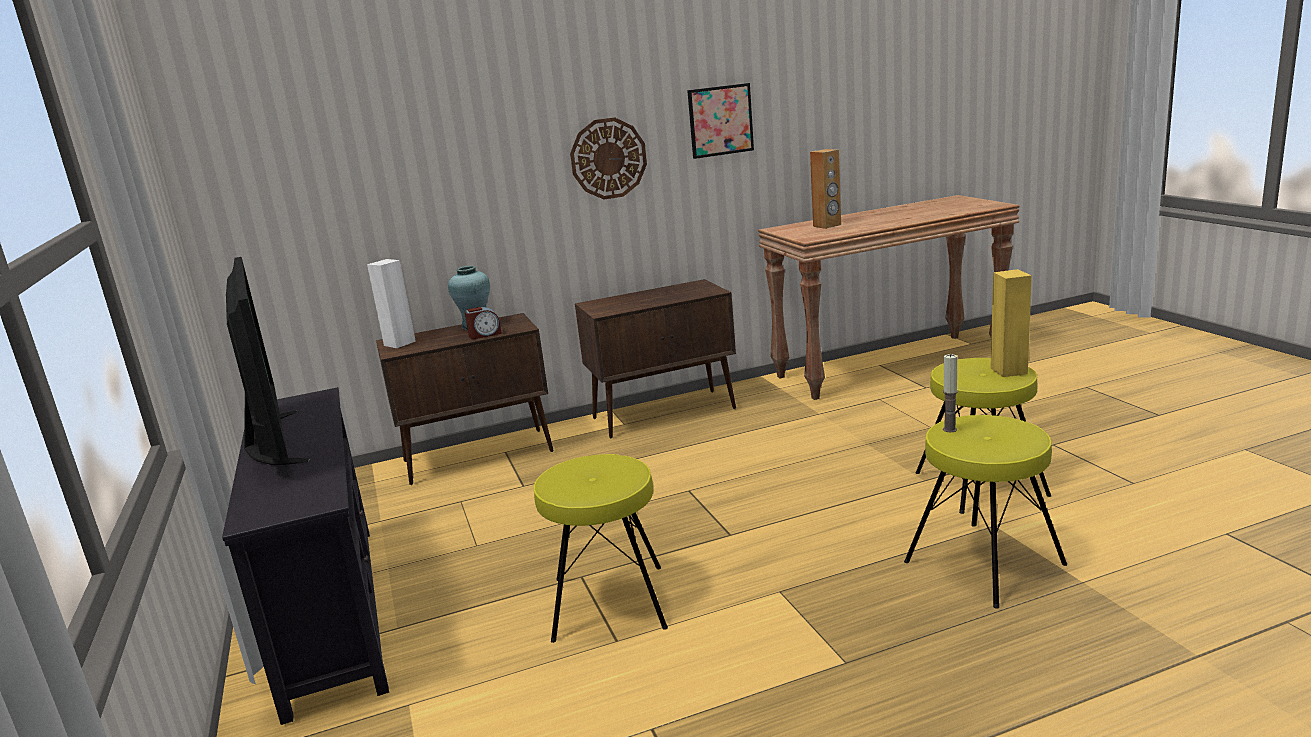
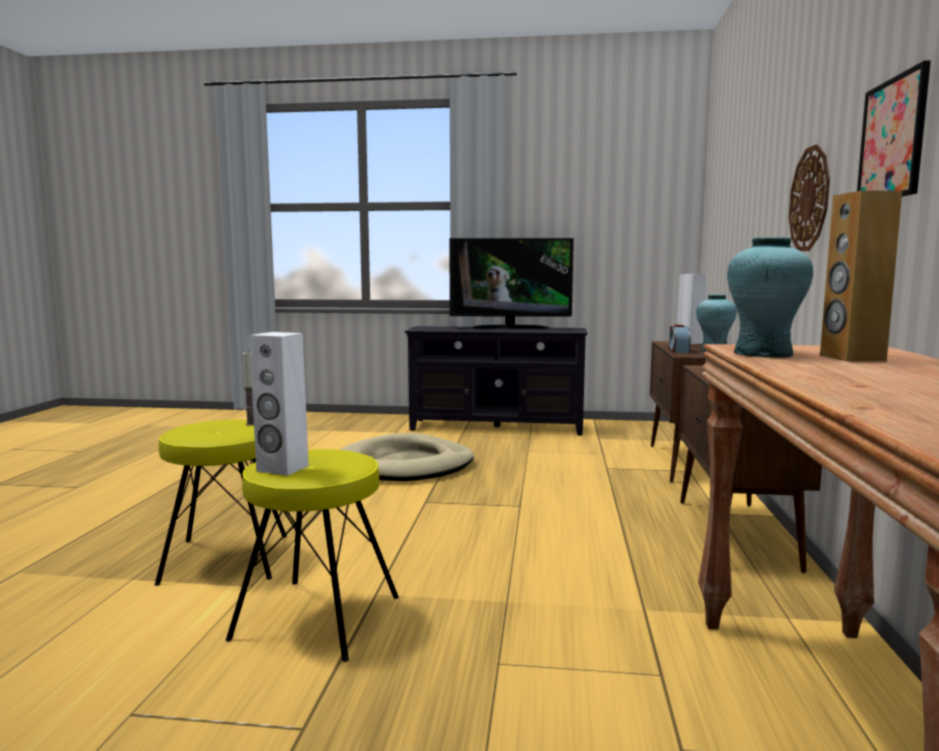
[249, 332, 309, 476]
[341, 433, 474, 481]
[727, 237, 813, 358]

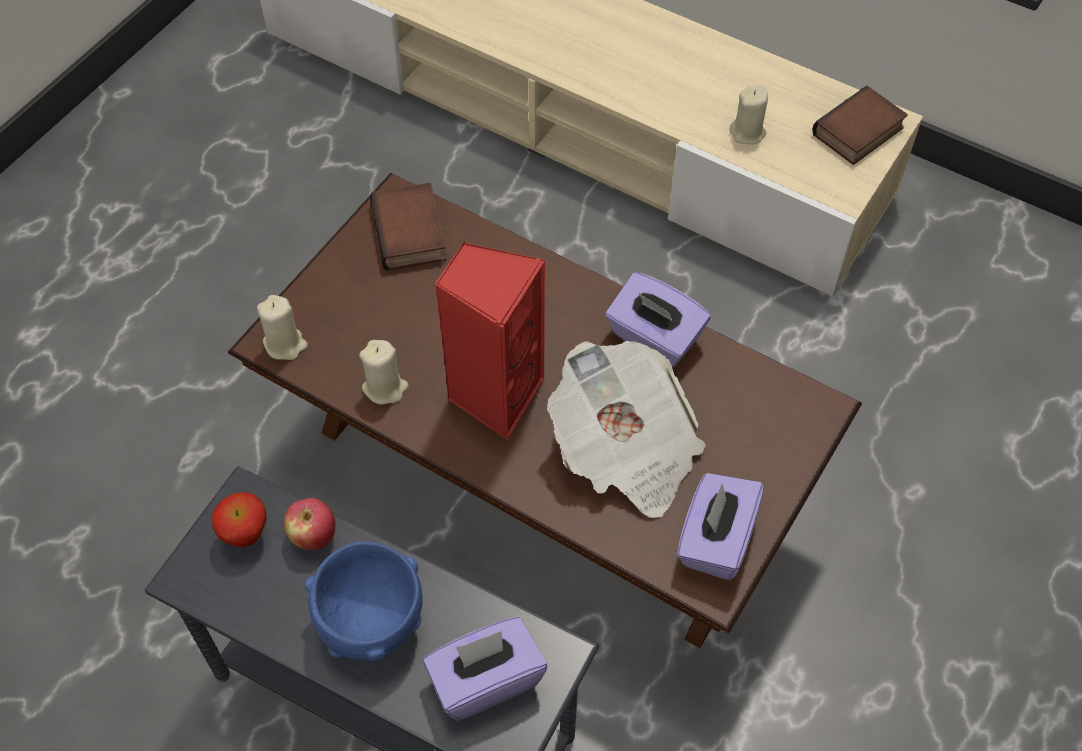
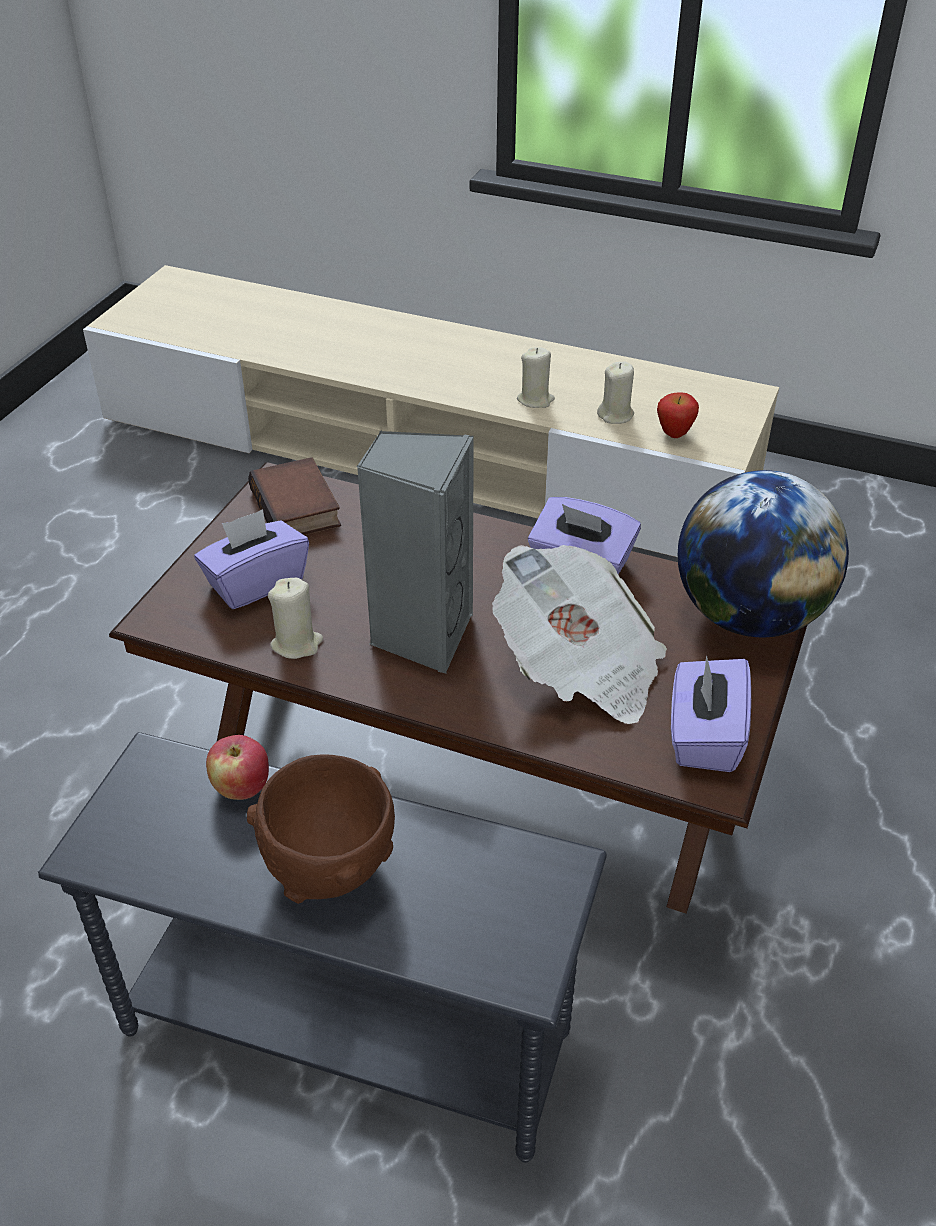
[812, 85, 908, 165] (first image)
[357, 429, 474, 674]
[517, 347, 555, 408]
[657, 392, 699, 438]
[247, 754, 395, 904]
[194, 509, 309, 609]
[678, 470, 849, 637]

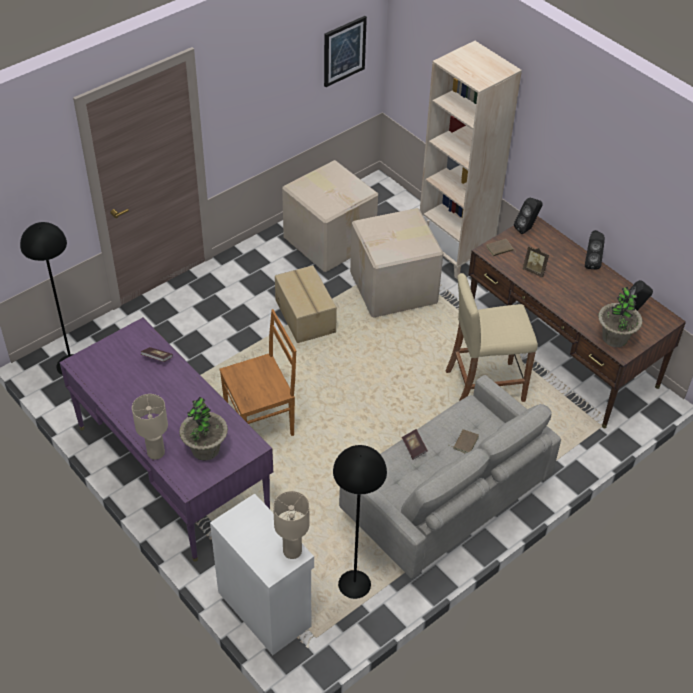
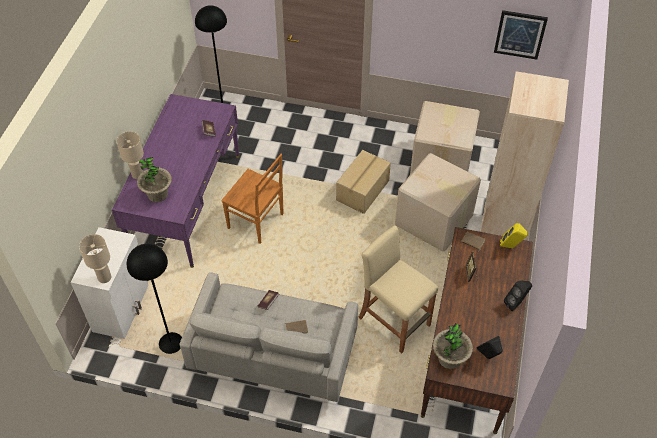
[500, 223, 528, 248]

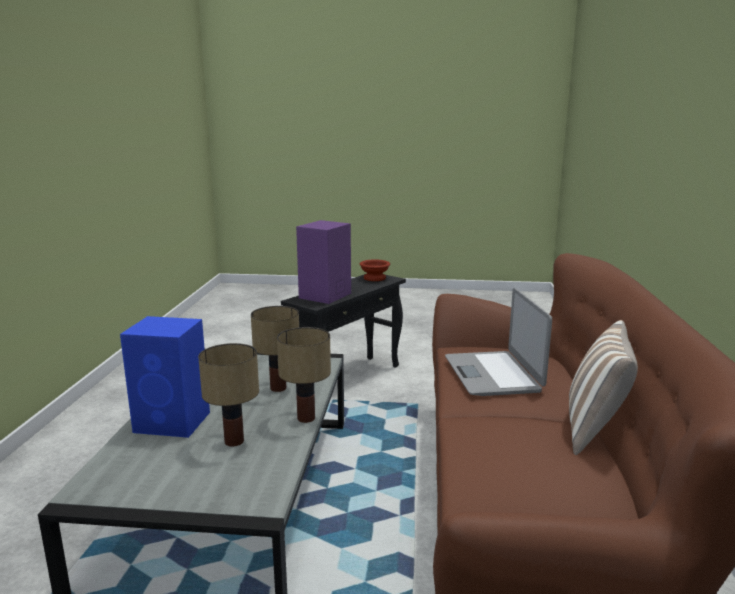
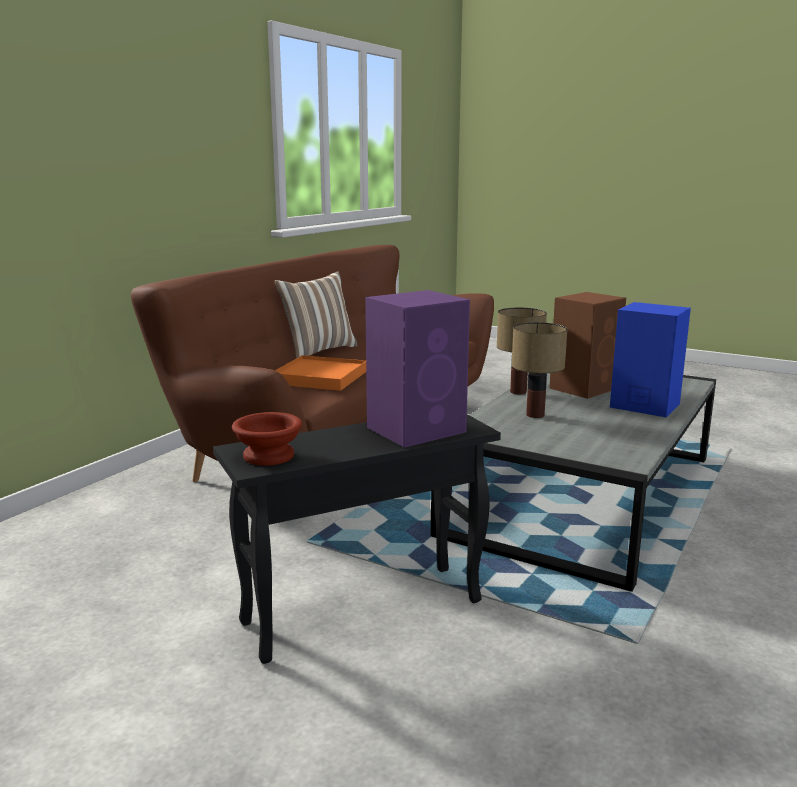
[275, 355, 366, 391]
[549, 292, 626, 399]

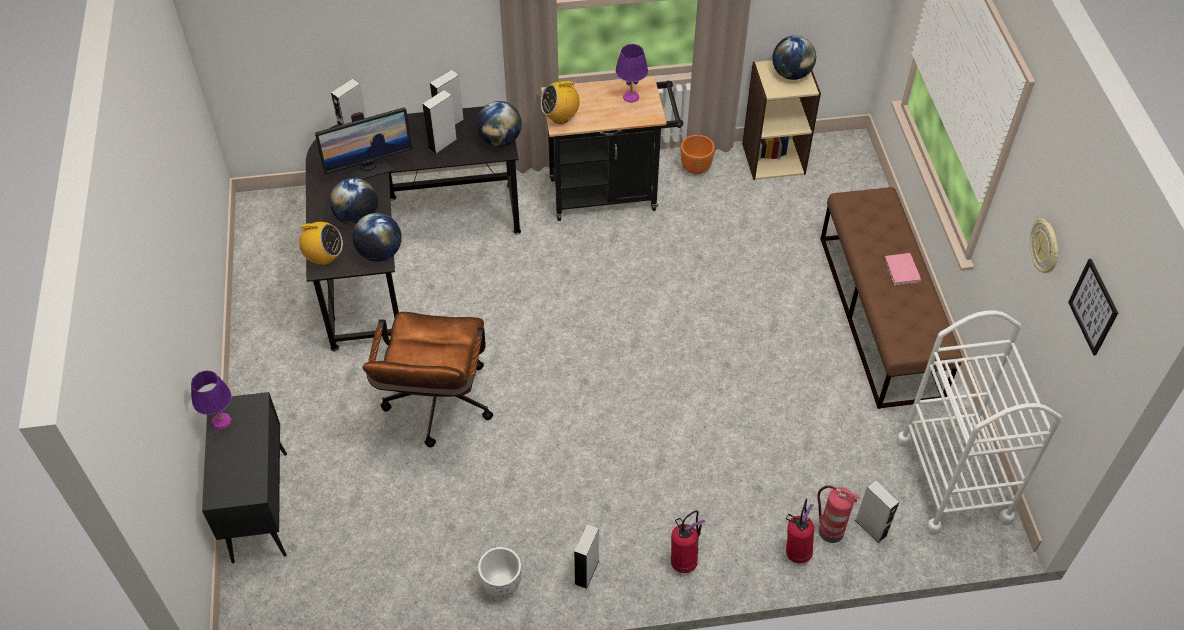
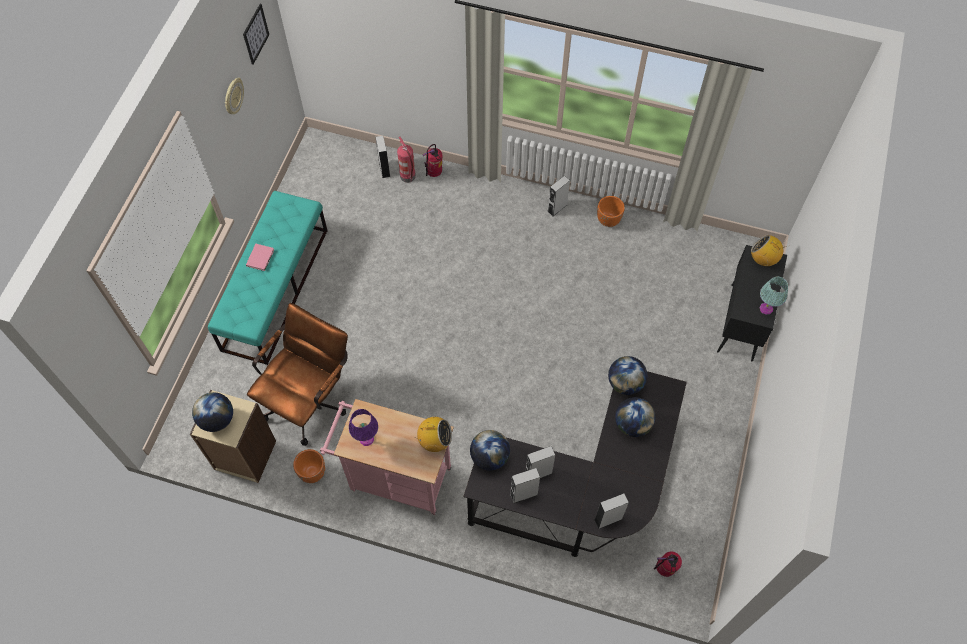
[320, 399, 454, 515]
[315, 107, 412, 179] (first image)
[208, 191, 327, 365]
[751, 235, 787, 266]
[896, 310, 1062, 535] (first image)
[247, 303, 348, 446]
[760, 277, 788, 315]
[654, 551, 682, 577]
[597, 196, 625, 227]

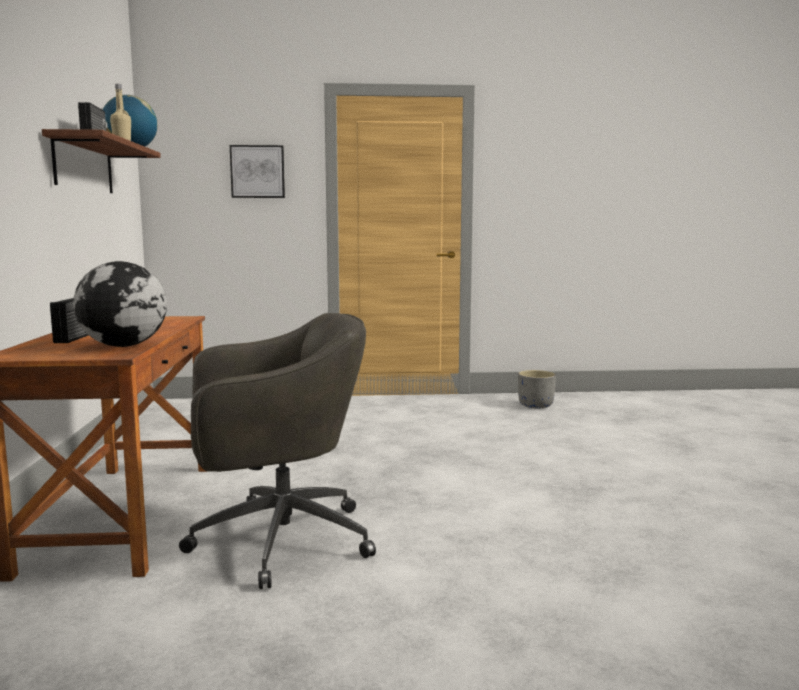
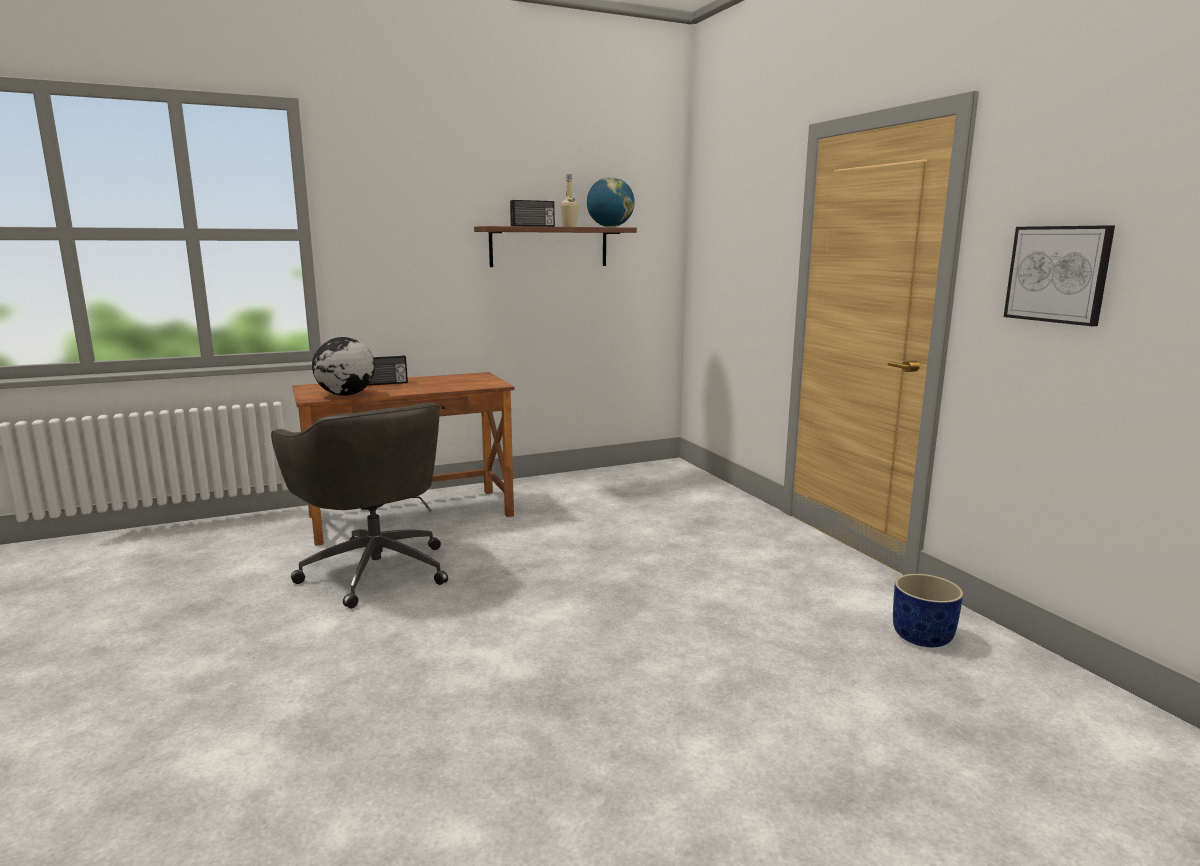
[1004, 225, 1115, 326]
[893, 574, 963, 647]

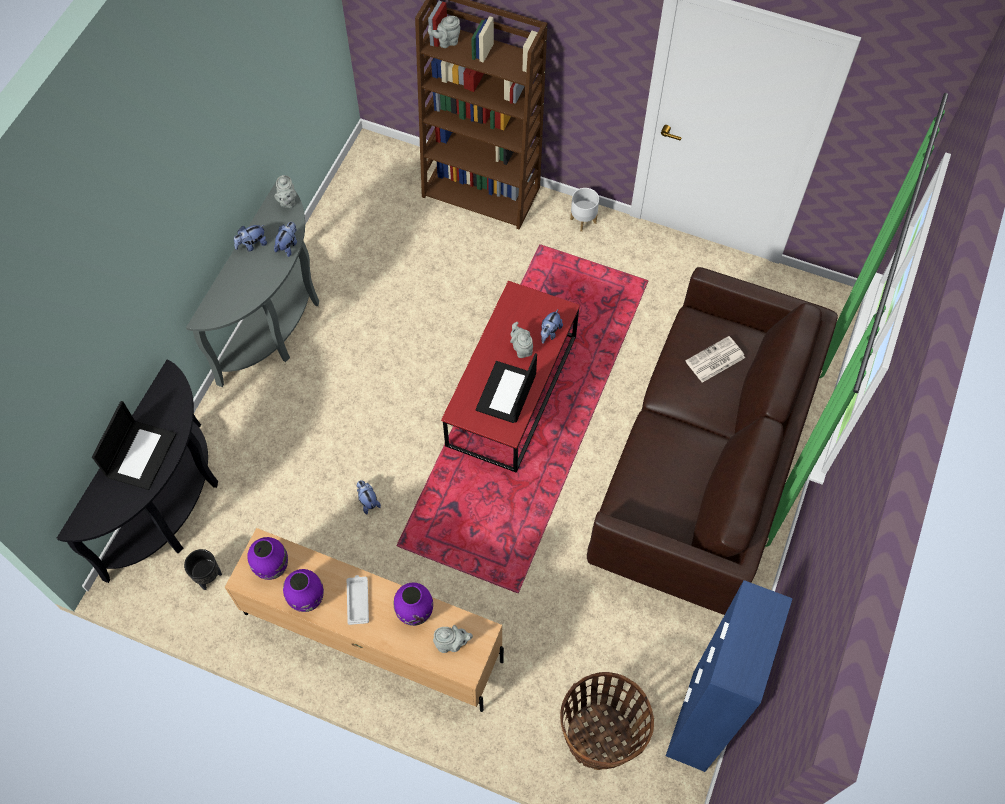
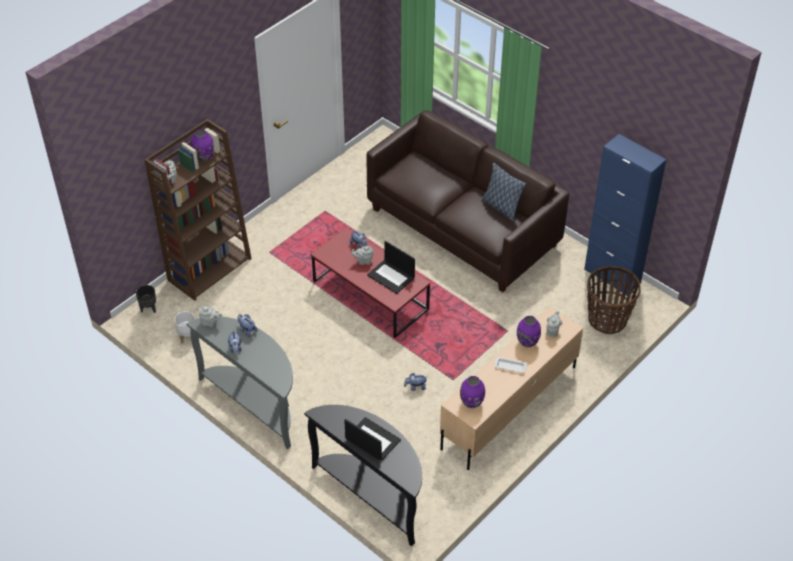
[174, 311, 195, 343]
[686, 336, 745, 383] (first image)
[136, 285, 156, 313]
[191, 130, 214, 162]
[482, 163, 526, 222]

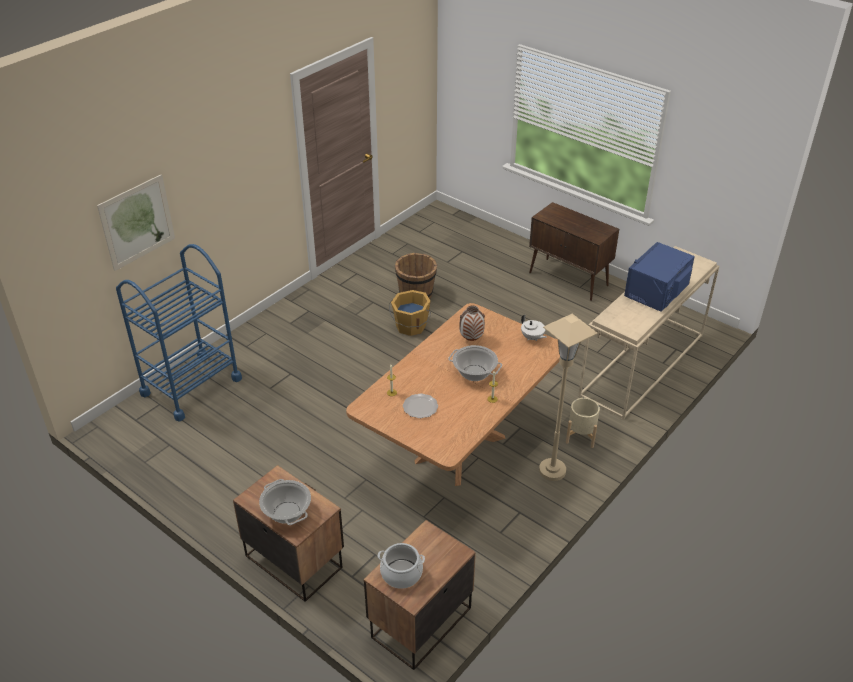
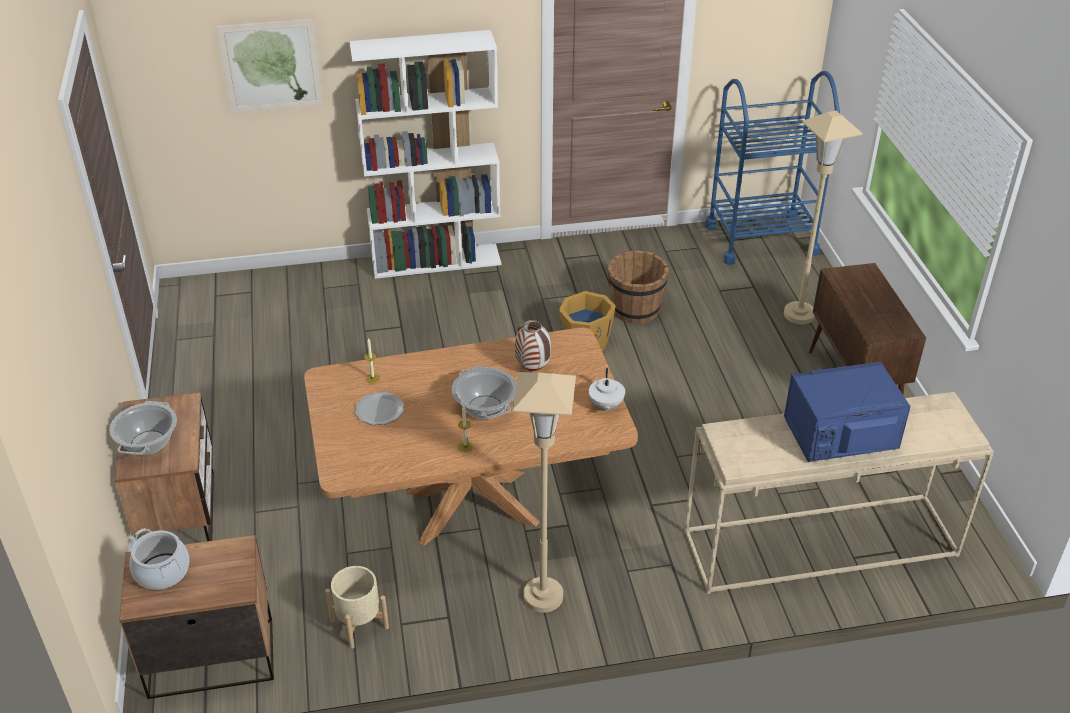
[705, 71, 840, 265]
[325, 566, 389, 649]
[349, 30, 502, 279]
[784, 111, 863, 324]

